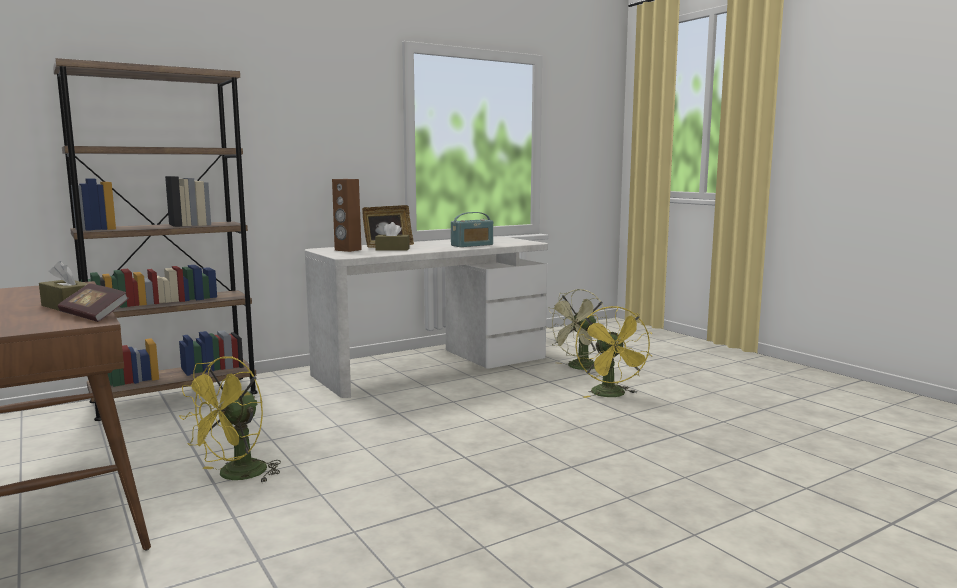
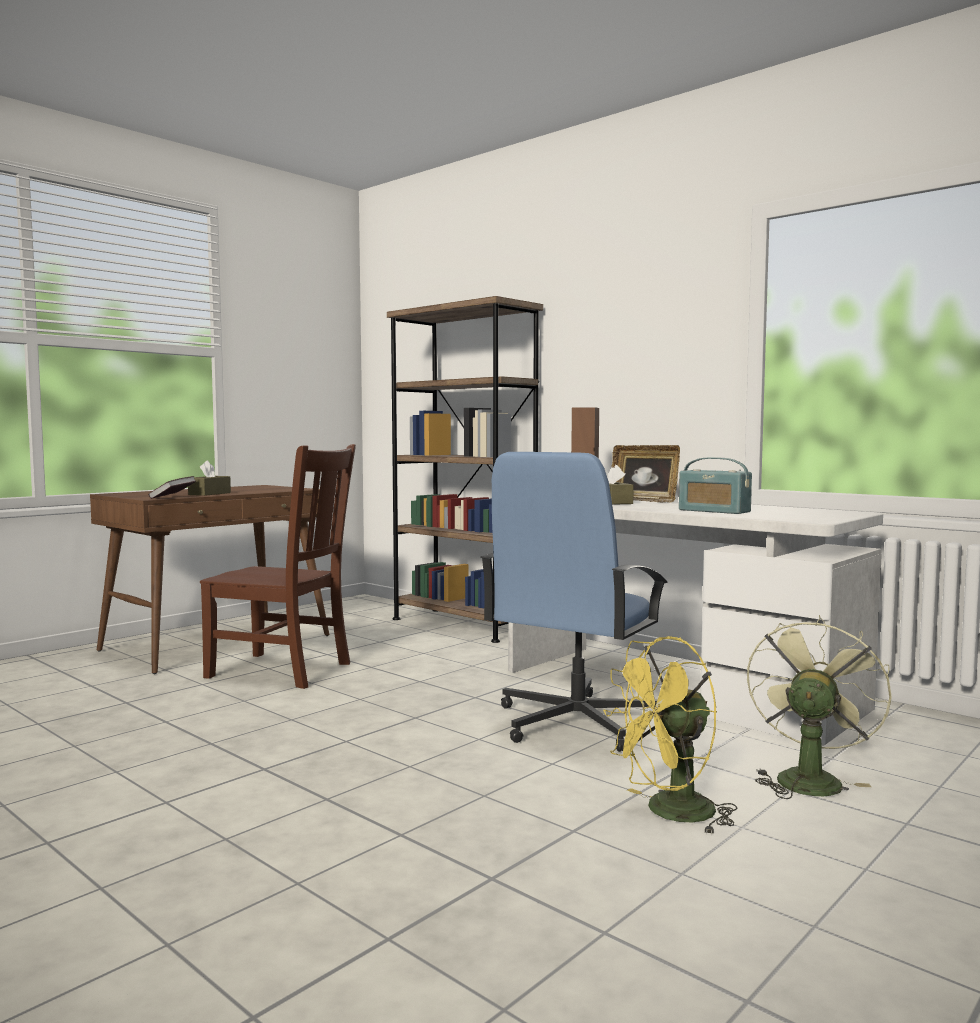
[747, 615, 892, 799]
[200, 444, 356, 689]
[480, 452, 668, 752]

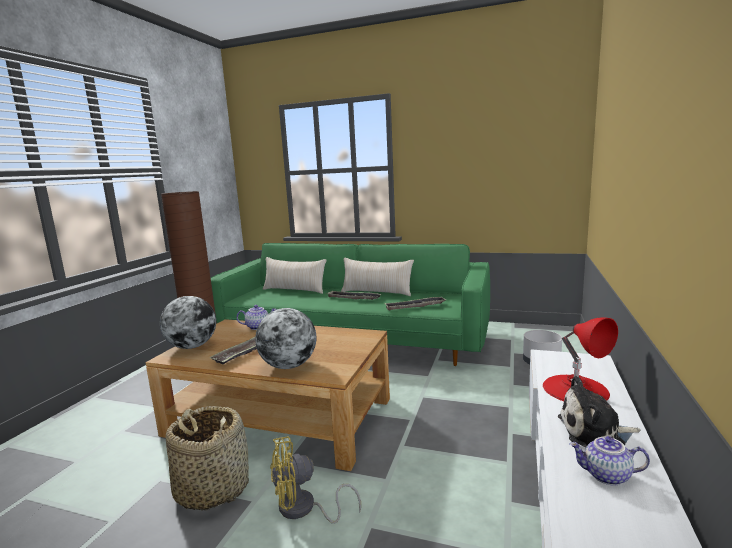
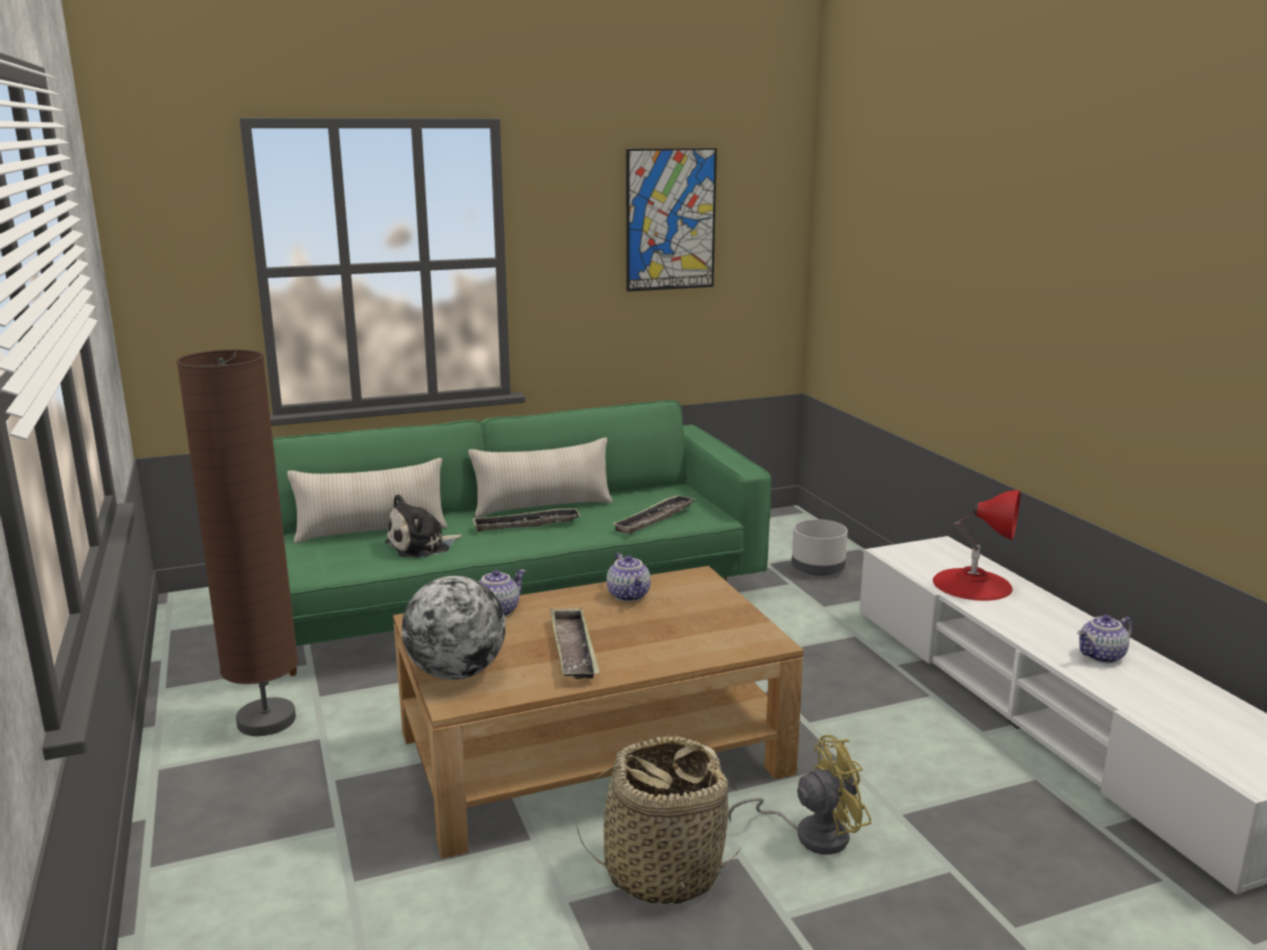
[255, 308, 316, 369] (first image)
[385, 494, 462, 558]
[728, 735, 872, 854]
[626, 148, 717, 292]
[606, 553, 651, 602]

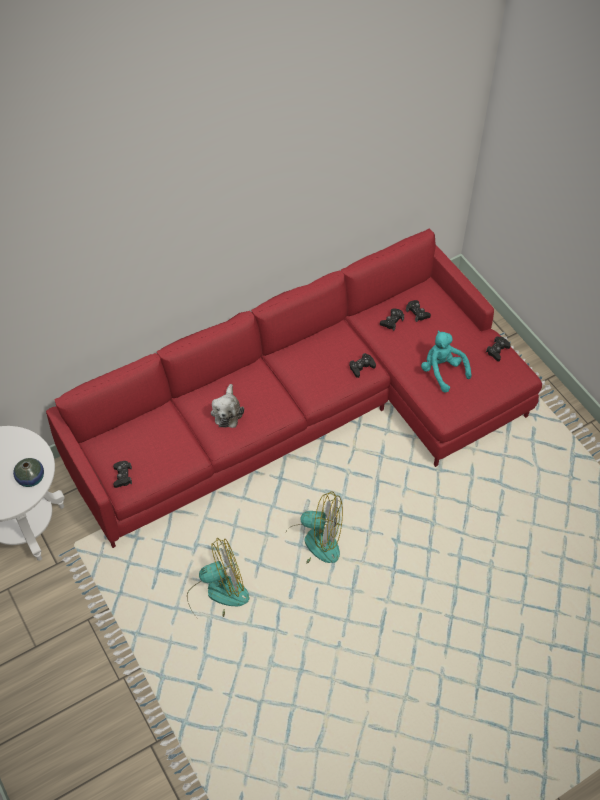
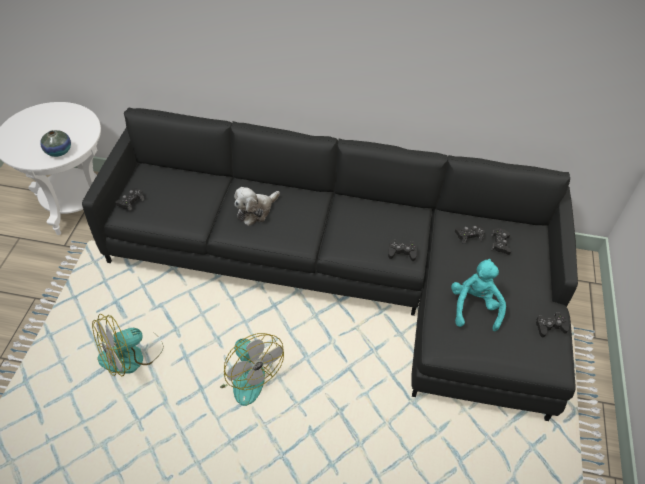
[82, 107, 578, 421]
[92, 314, 163, 376]

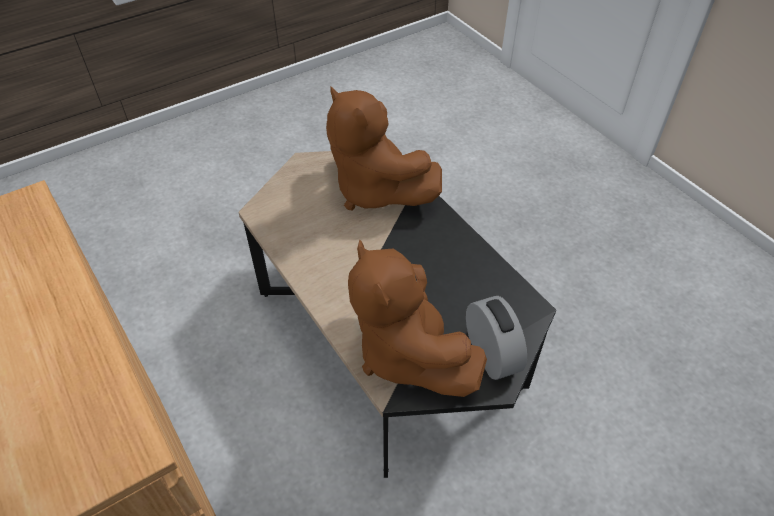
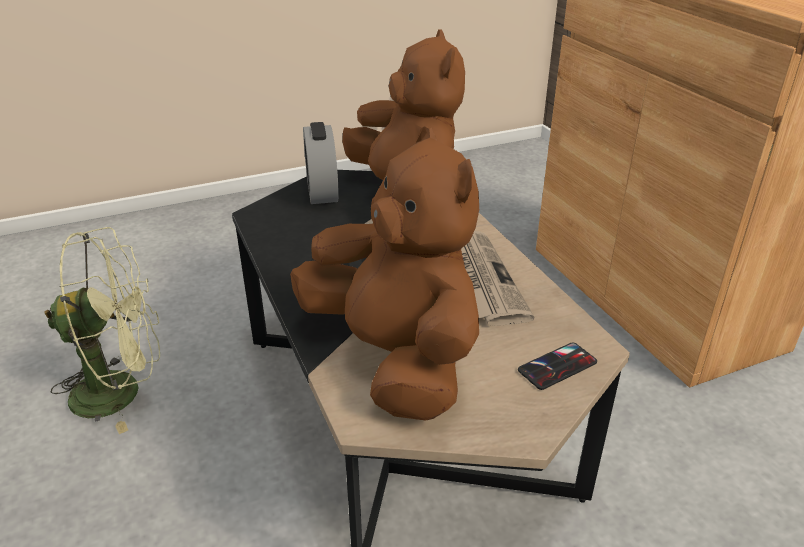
[44, 227, 160, 434]
[461, 231, 534, 326]
[518, 342, 597, 390]

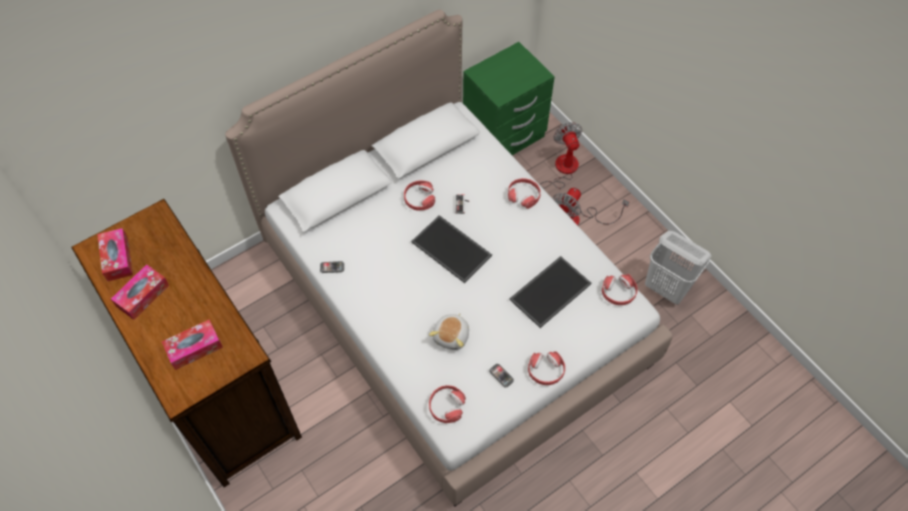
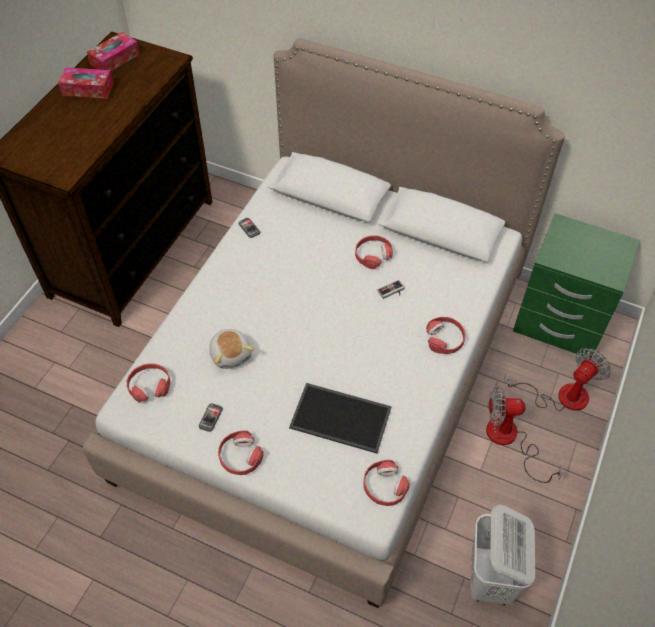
[411, 215, 492, 283] (first image)
[209, 329, 254, 369]
[162, 320, 223, 370] (first image)

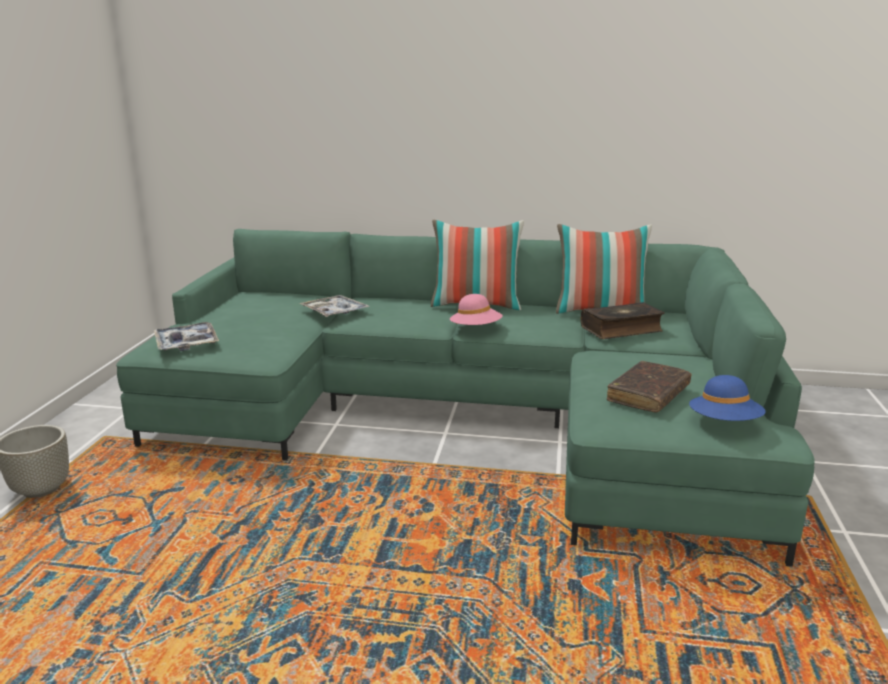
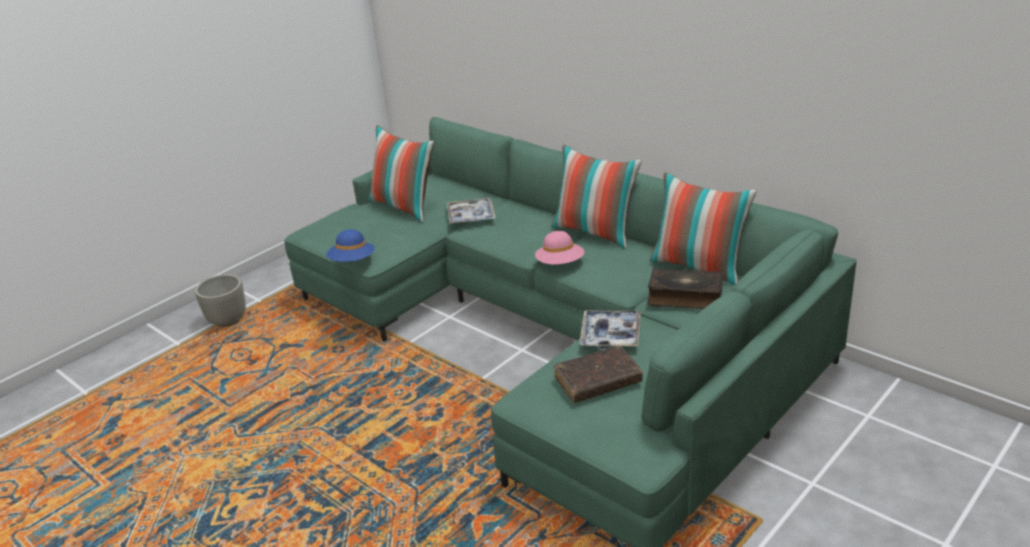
[579, 310, 641, 349]
[326, 229, 375, 262]
[368, 125, 434, 222]

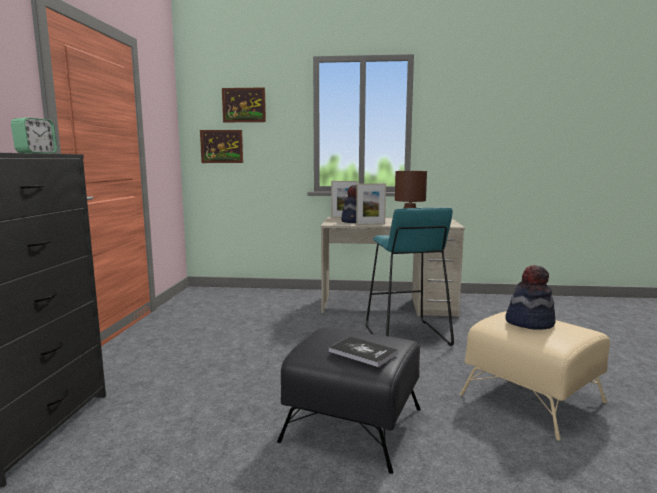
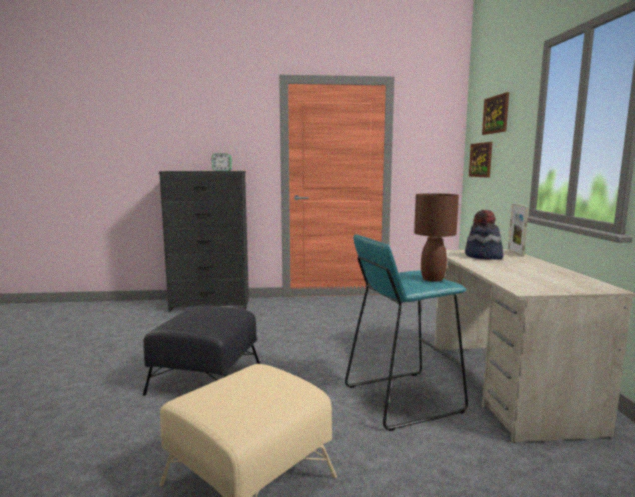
[356, 183, 386, 225] (first image)
[505, 265, 555, 330] (first image)
[329, 336, 398, 367] (first image)

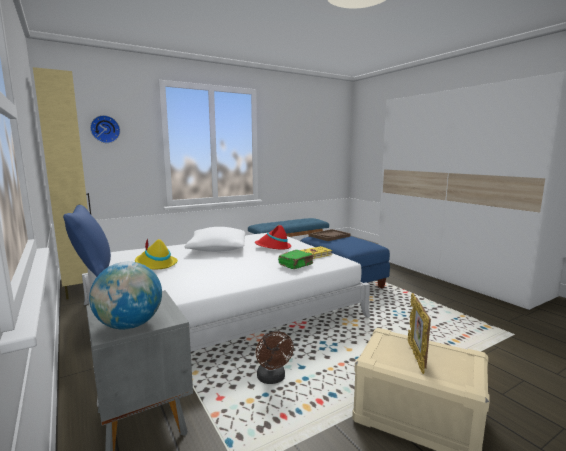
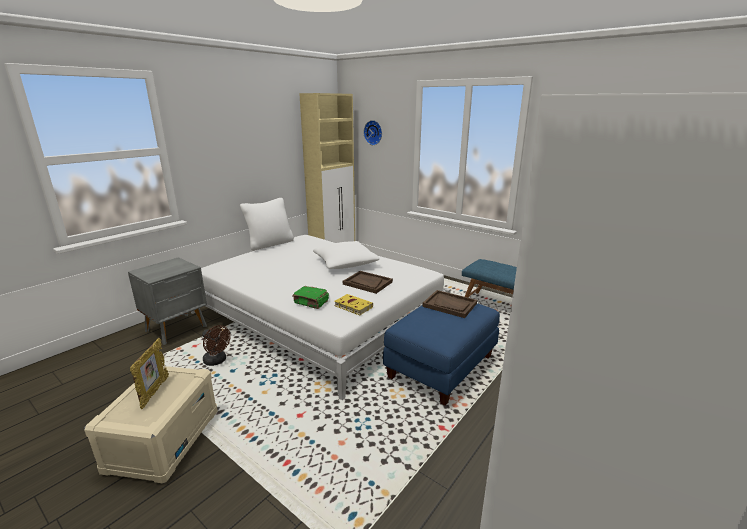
[240, 198, 294, 251]
[343, 271, 393, 294]
[135, 238, 178, 269] (first image)
[89, 262, 162, 330] (first image)
[130, 338, 169, 409]
[202, 325, 231, 366]

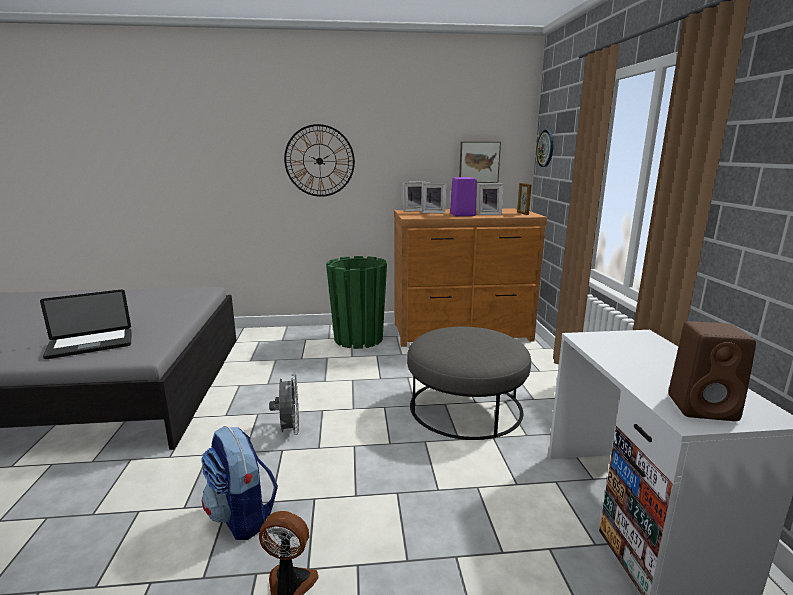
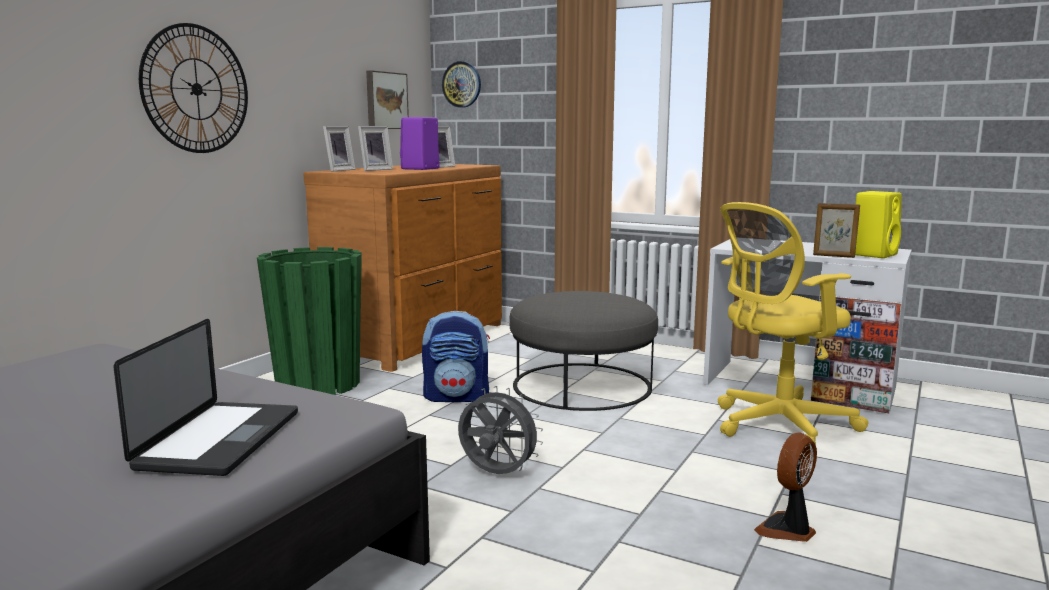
[813, 203, 860, 258]
[855, 191, 902, 258]
[422, 311, 490, 402]
[718, 202, 869, 445]

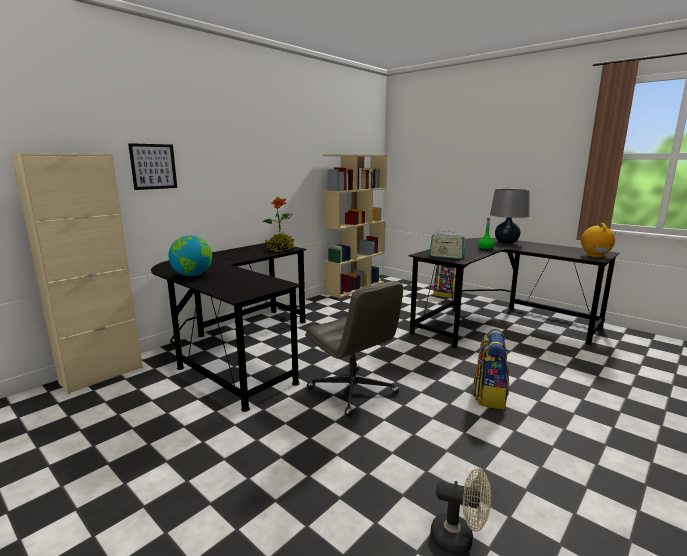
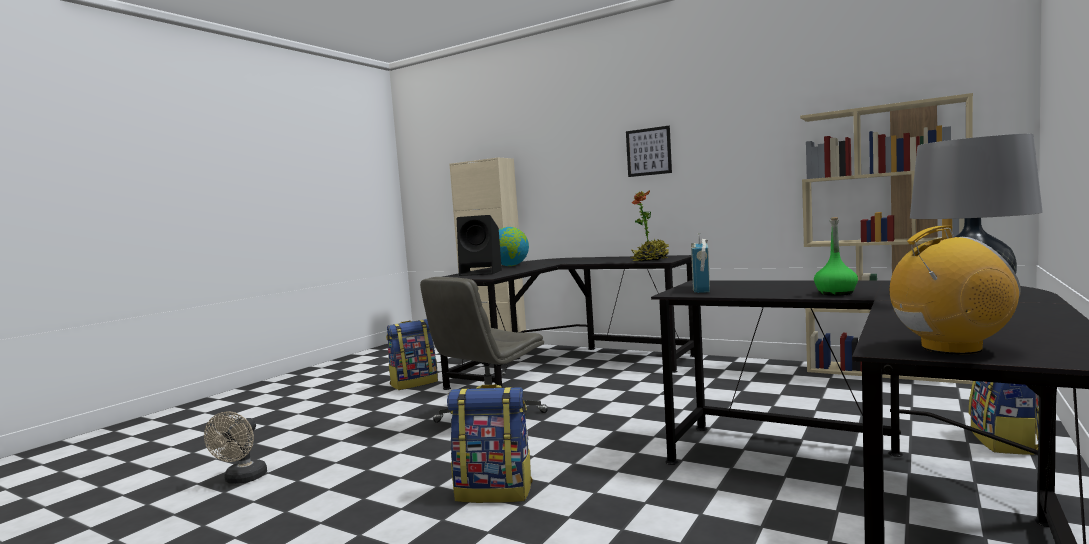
[626, 126, 672, 177]
[457, 215, 502, 276]
[386, 319, 438, 390]

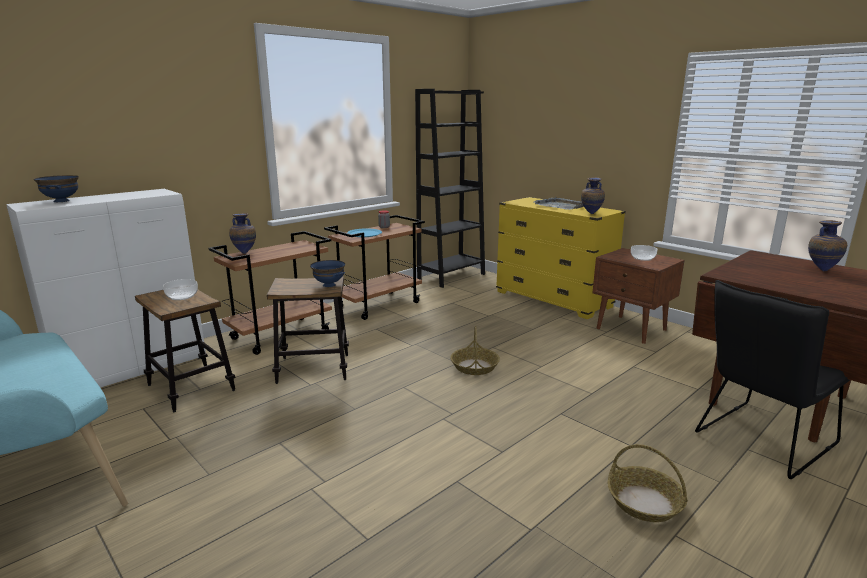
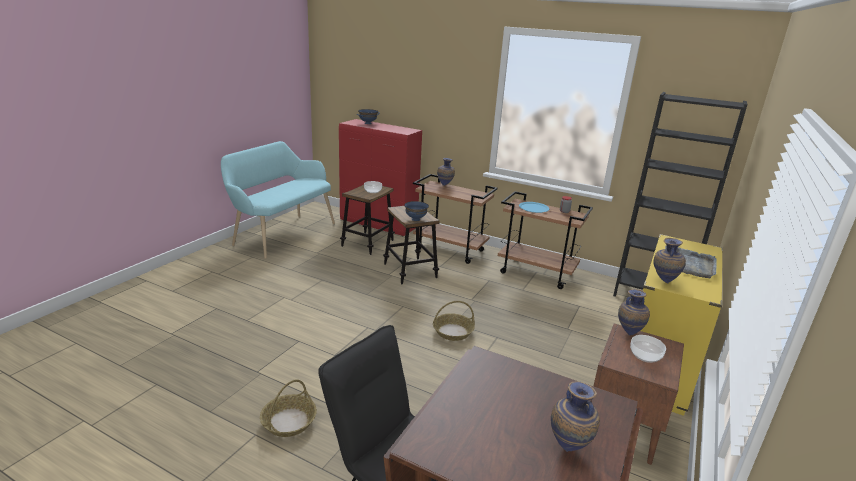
[339, 119, 422, 236]
[618, 289, 650, 335]

